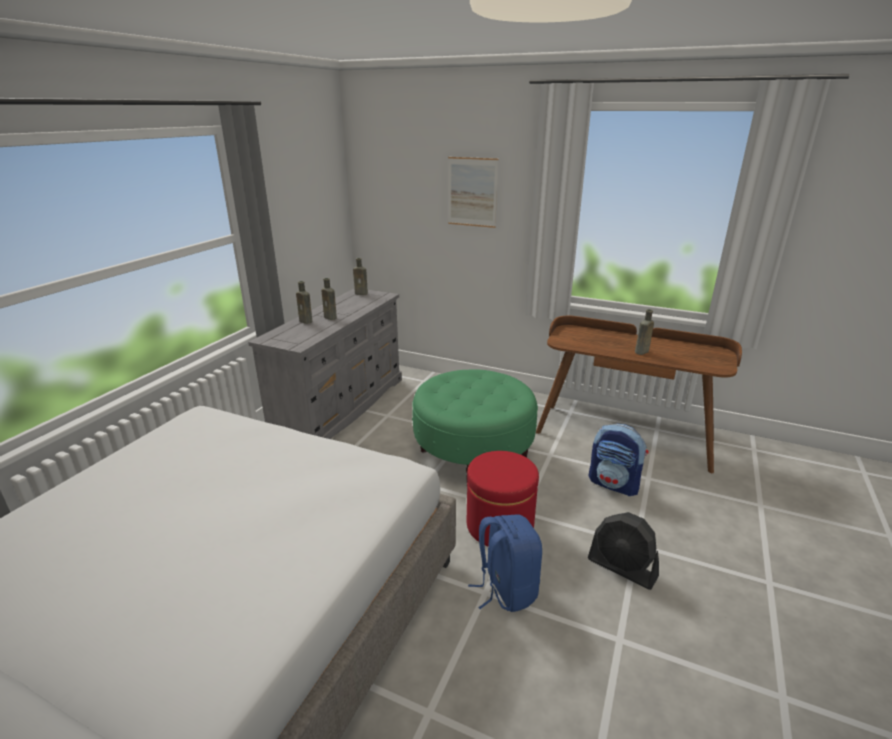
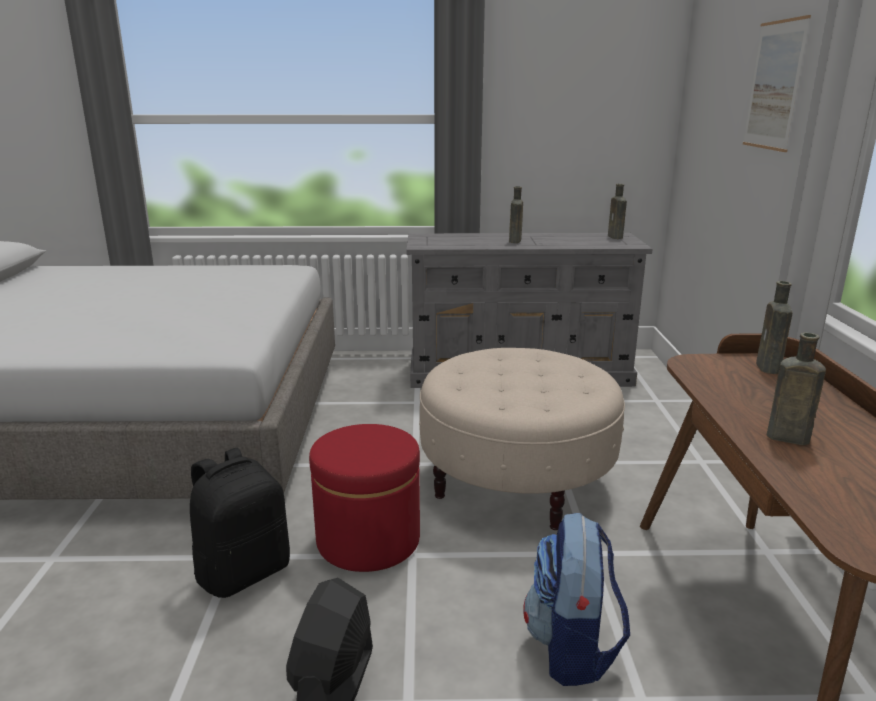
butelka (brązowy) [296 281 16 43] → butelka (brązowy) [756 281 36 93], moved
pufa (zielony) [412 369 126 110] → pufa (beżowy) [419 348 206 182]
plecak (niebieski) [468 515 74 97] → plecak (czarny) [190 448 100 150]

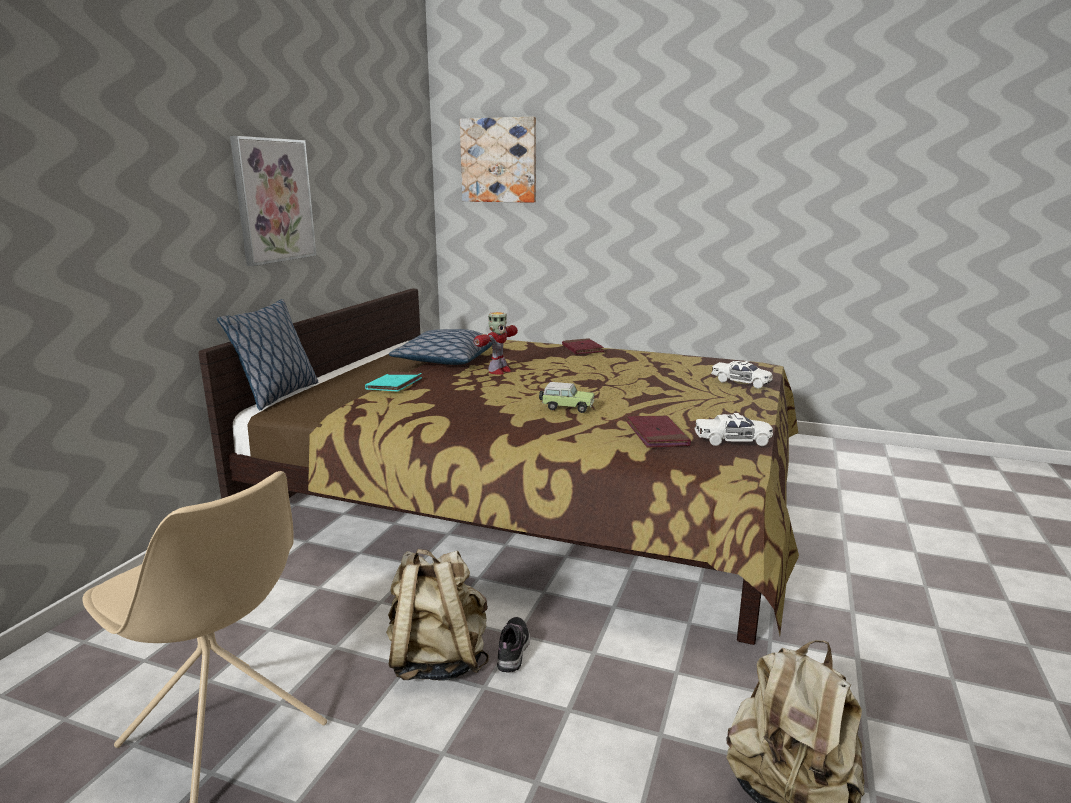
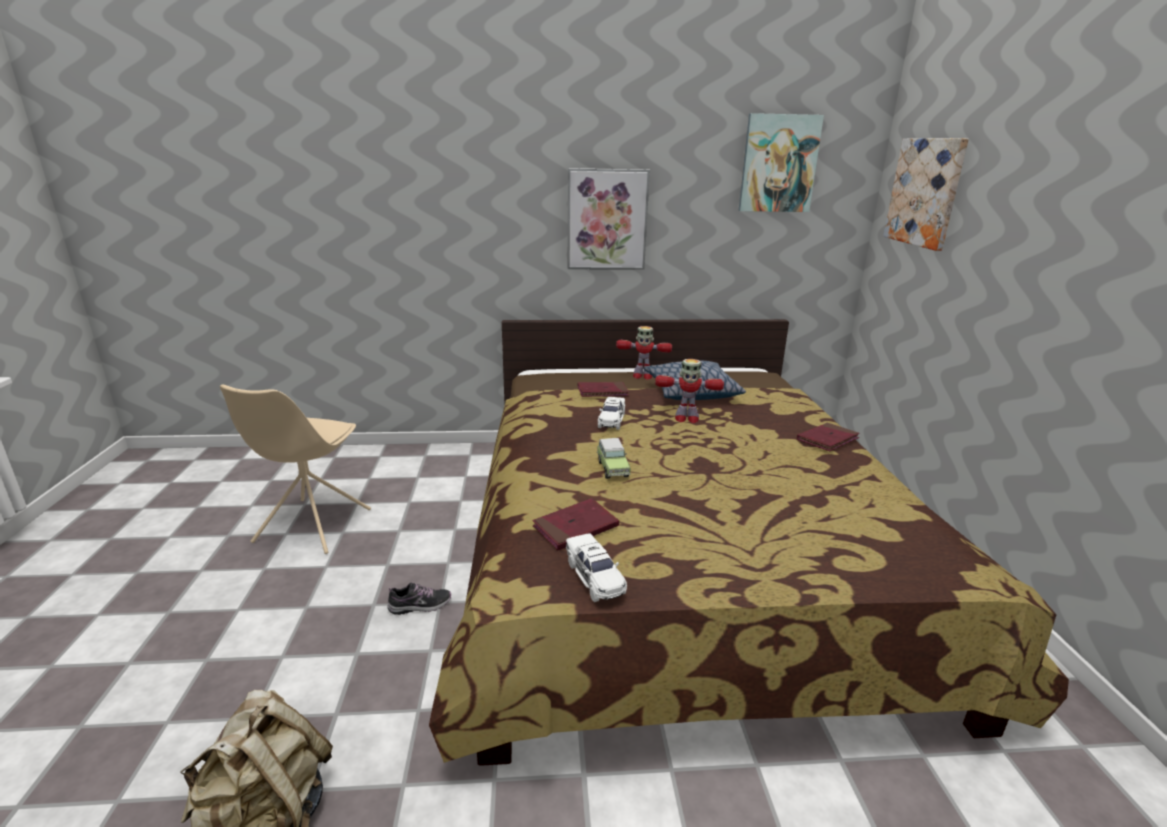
poduszka [217 299 101 111] → -
książka (turkusowy) [365 371 57 21] → książka (czerwony) [578 382 51 15]
plecak (beżowy) [386 549 103 132] → -
samochodzik (biały) [711 361 62 28] → samochodzik (biały) [598 397 27 33], moved
- → robot zabawkowy [616 326 56 53]
- → obraz [739 113 85 99]

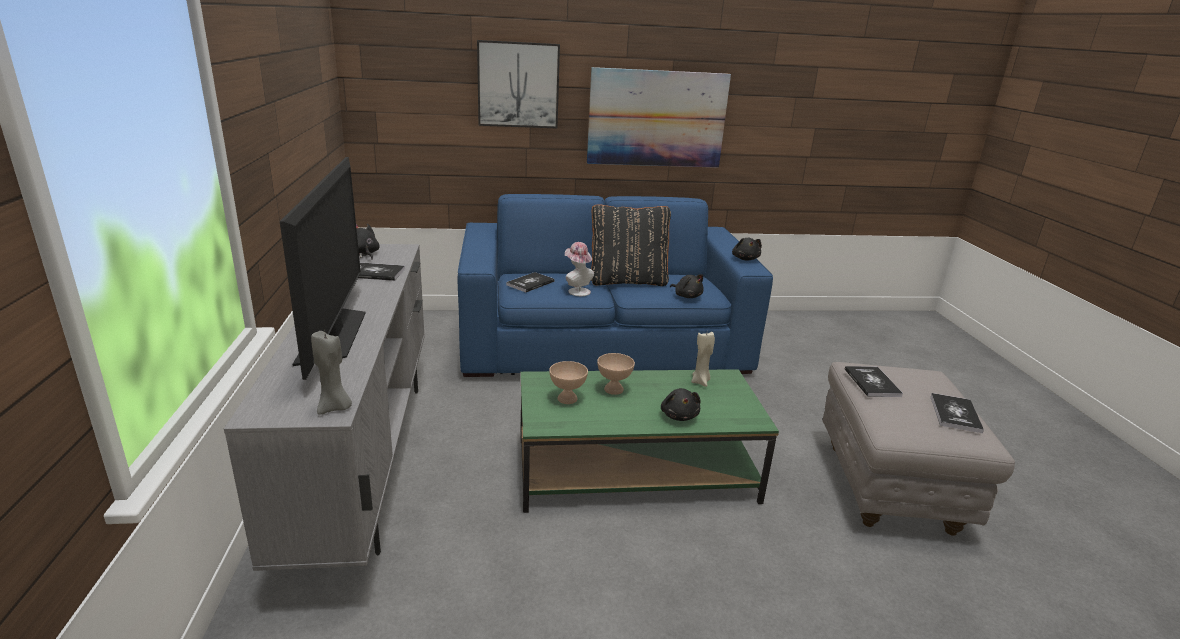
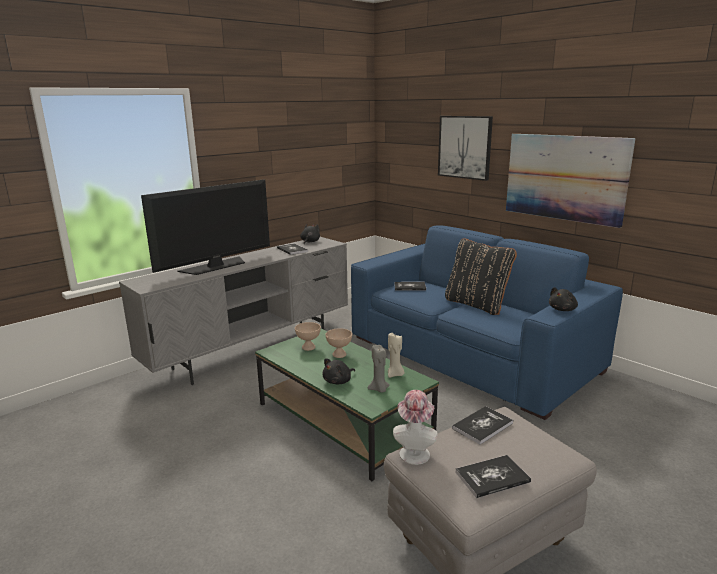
świeca (szary) [311 331 41 84] → świeca (szary) [368 345 22 47], moved
kapelusz [565 242 29 54] → kapelusz [393 390 45 75], moved
pluszak (czarny) [670 274 34 24] → -

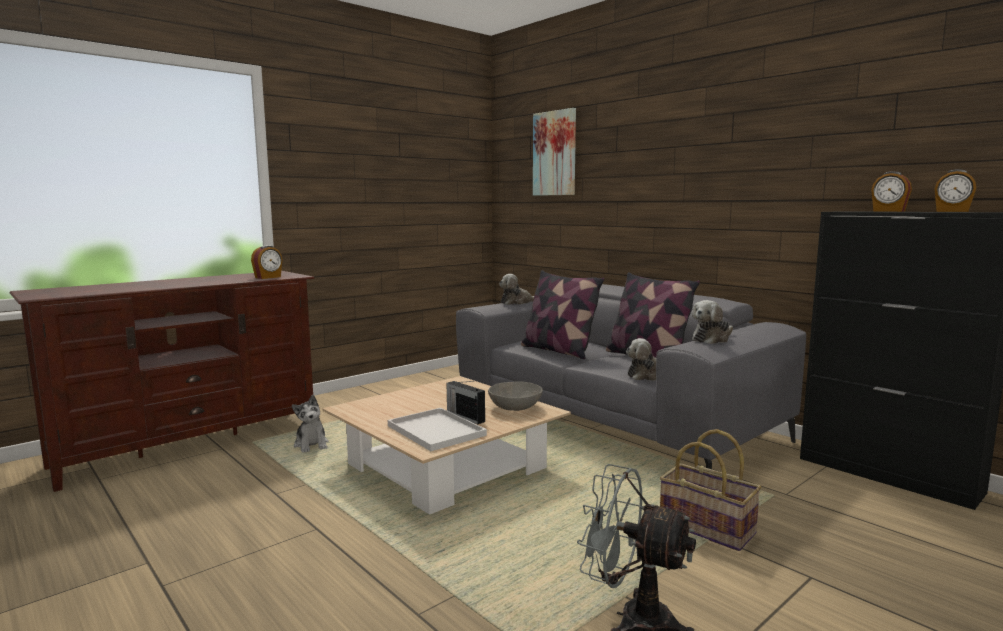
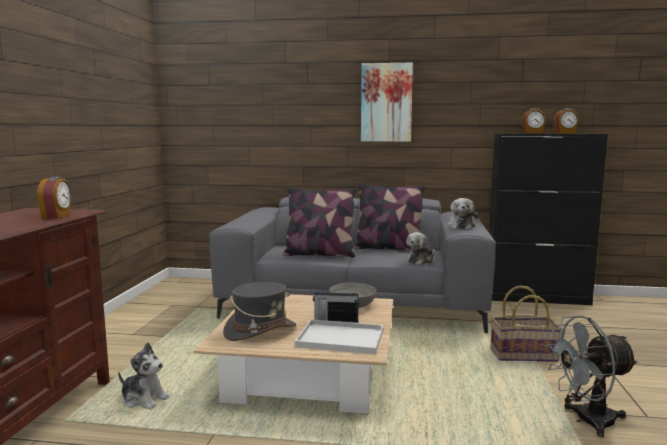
pluszak [499 274 35 31] → -
obraz [533 108 43 88] → obraz [361 63 52 79], moved
- → kapelusz (szary) [223 282 73 59]

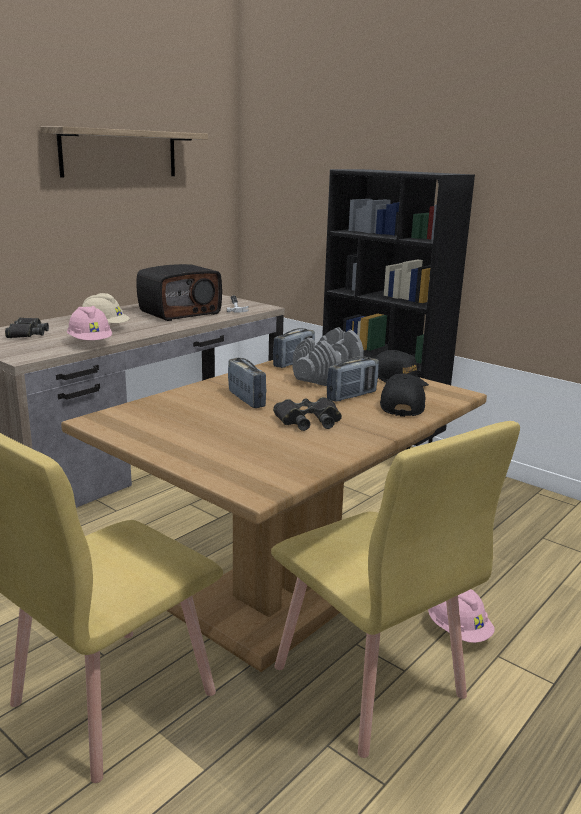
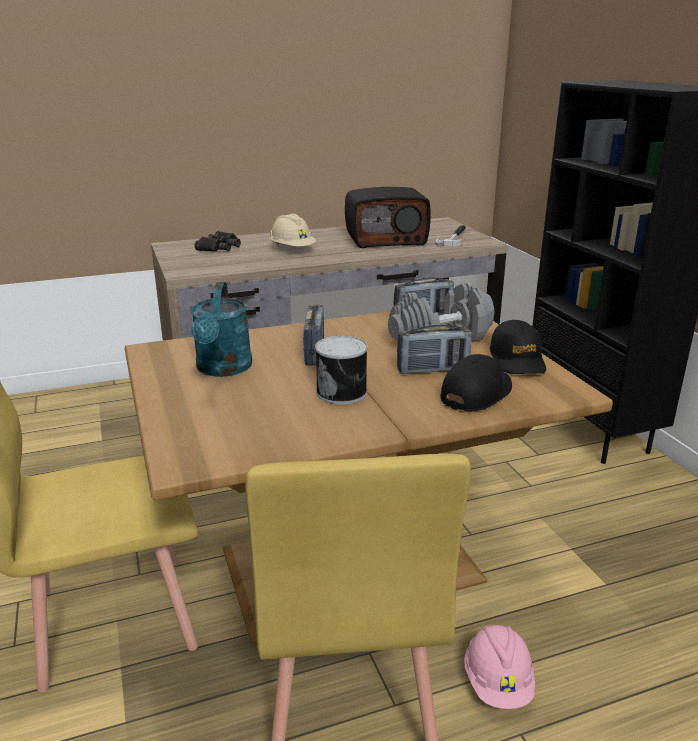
półka [40 127 168 50] → -
kask (różowy) [67 306 45 34] → -
lornetka (czarny) [273 397 69 34] → puszka [315 336 53 68]
- → konewka (turkusowy) [191 282 61 95]

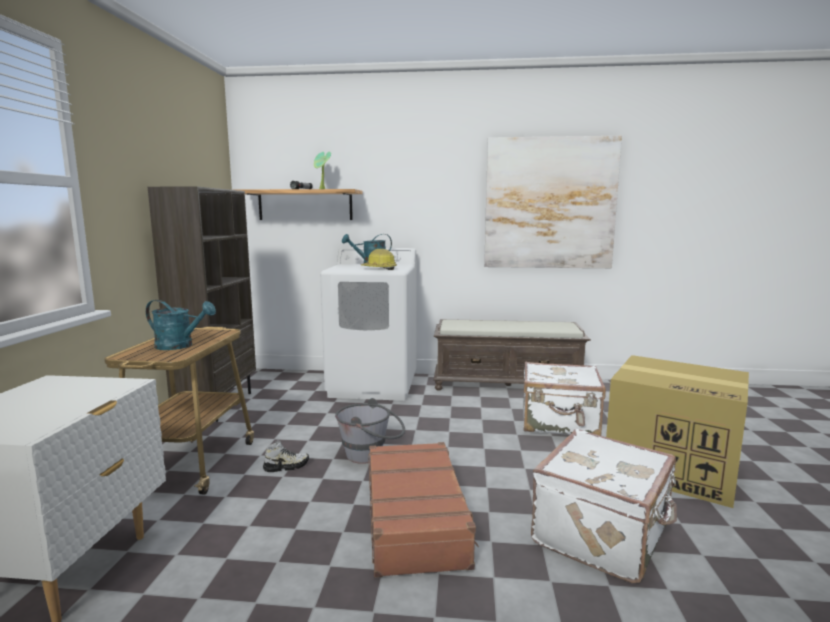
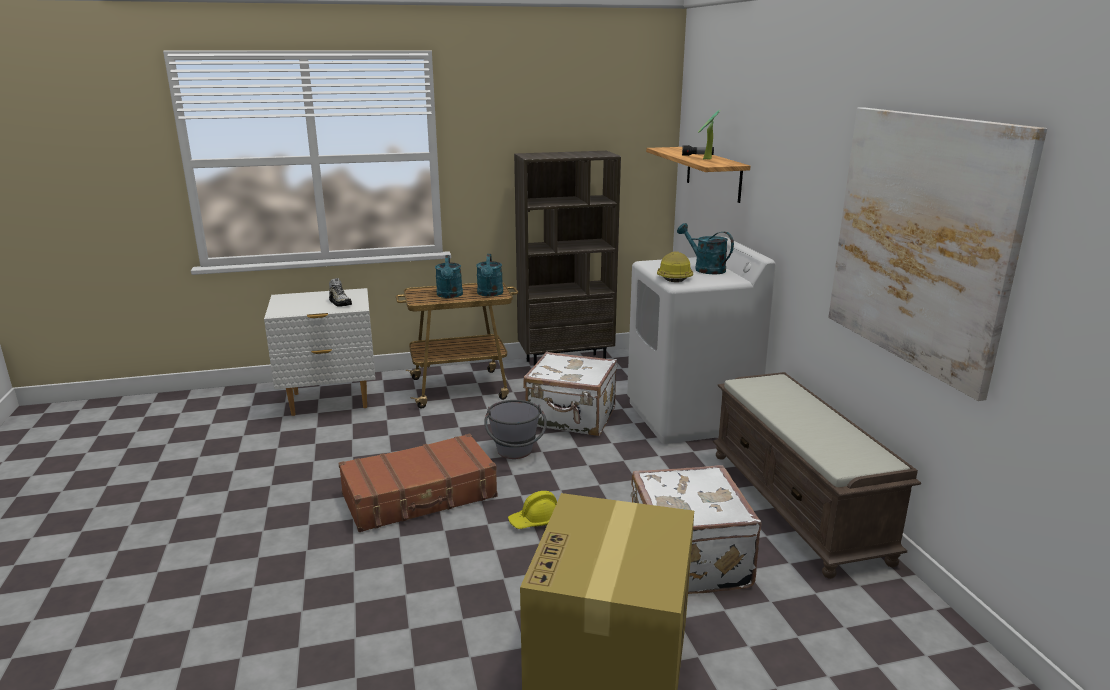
but [263 441 46 31] → but [329 278 23 29], moved
walizka (biały) [531 429 146 154] → walizka (biały) [523 352 94 84], moved
- → konewka (turkusowy) [476 254 27 43]
- → kask (żółty) [508 491 49 38]

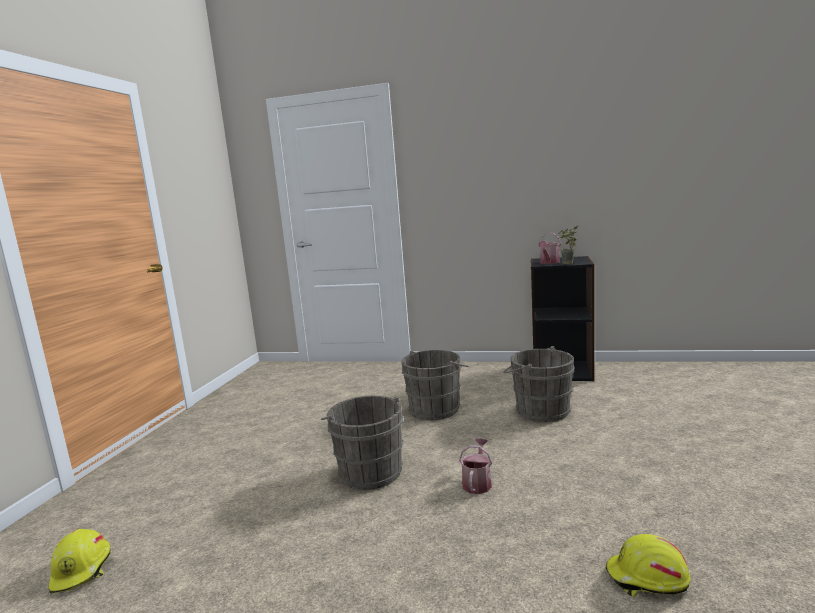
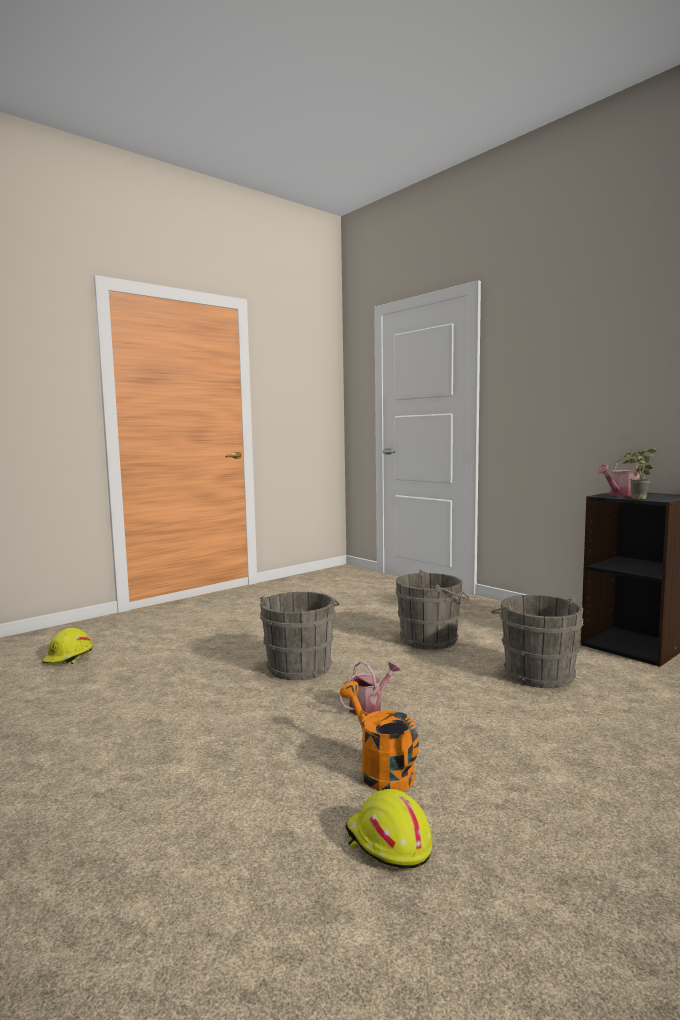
- → konewka (pomarańczowy) [340 681 79 110]

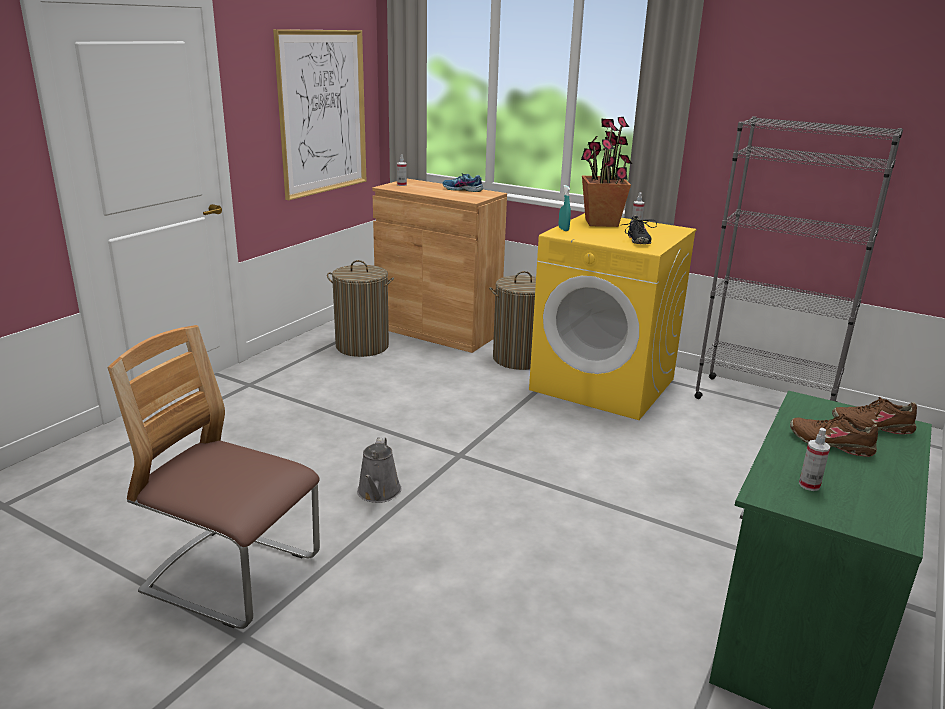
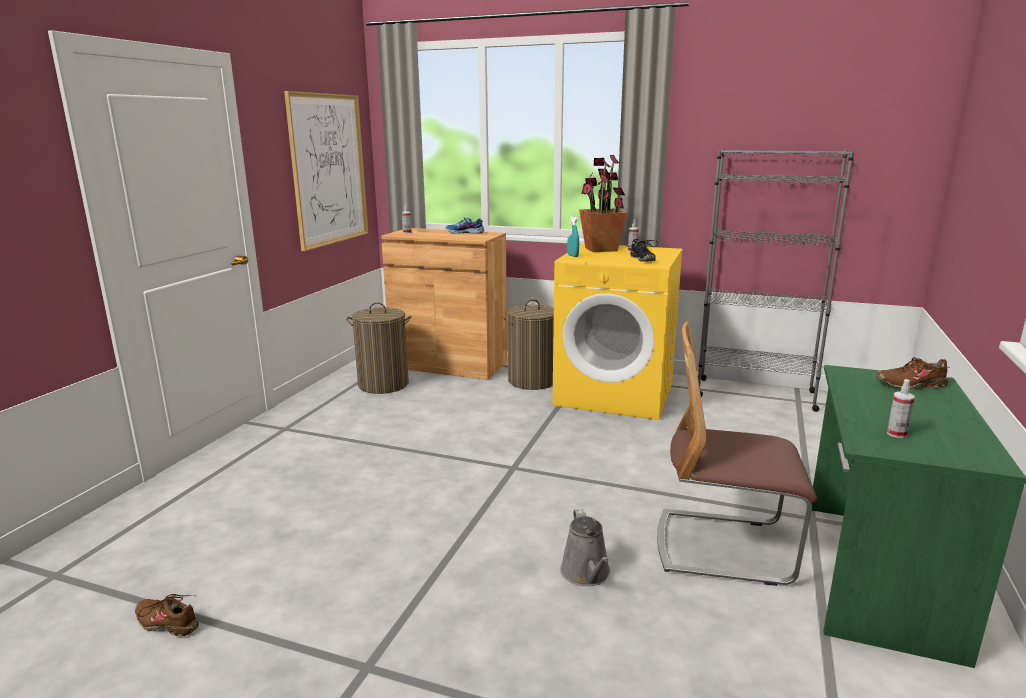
krzesło [108 325 212 304] → krzesło [657 322 160 264], moved
konewka (szary) [357 437 45 66] → konewka (szary) [560 508 50 78], moved
but (brązowy) [790 413 88 44] → but (brązowy) [135 594 64 42], moved

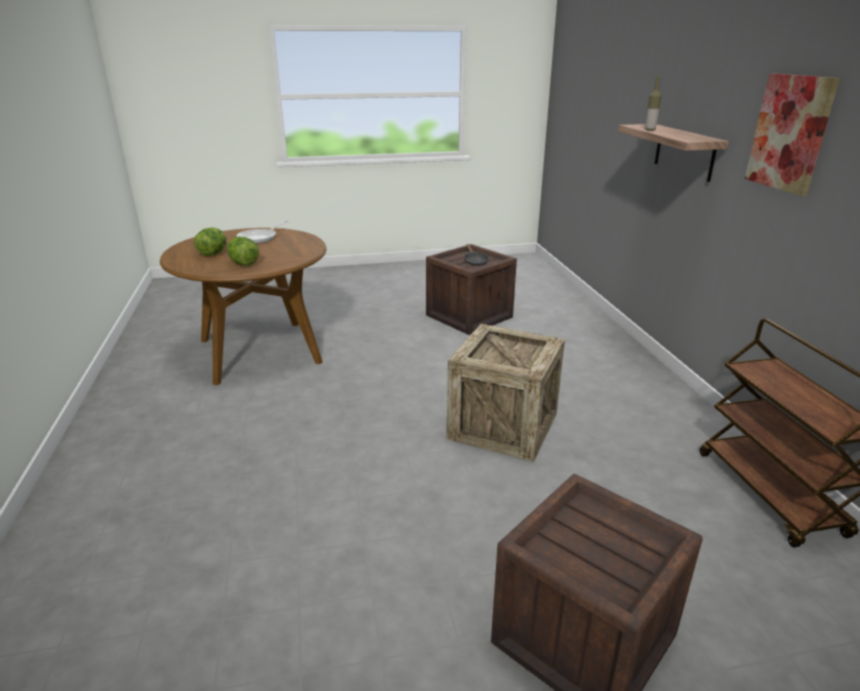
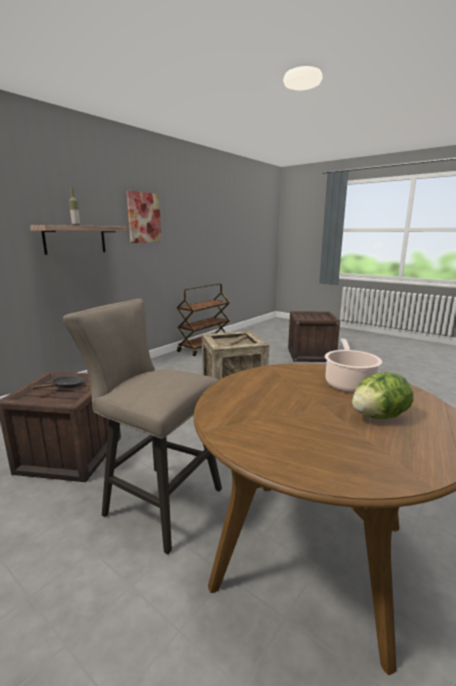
sałata [227 237 32 29] → garnek [325 339 57 54]
patelnia [237 220 52 23] → -
- → stołek (beżowy) [63 299 159 255]

